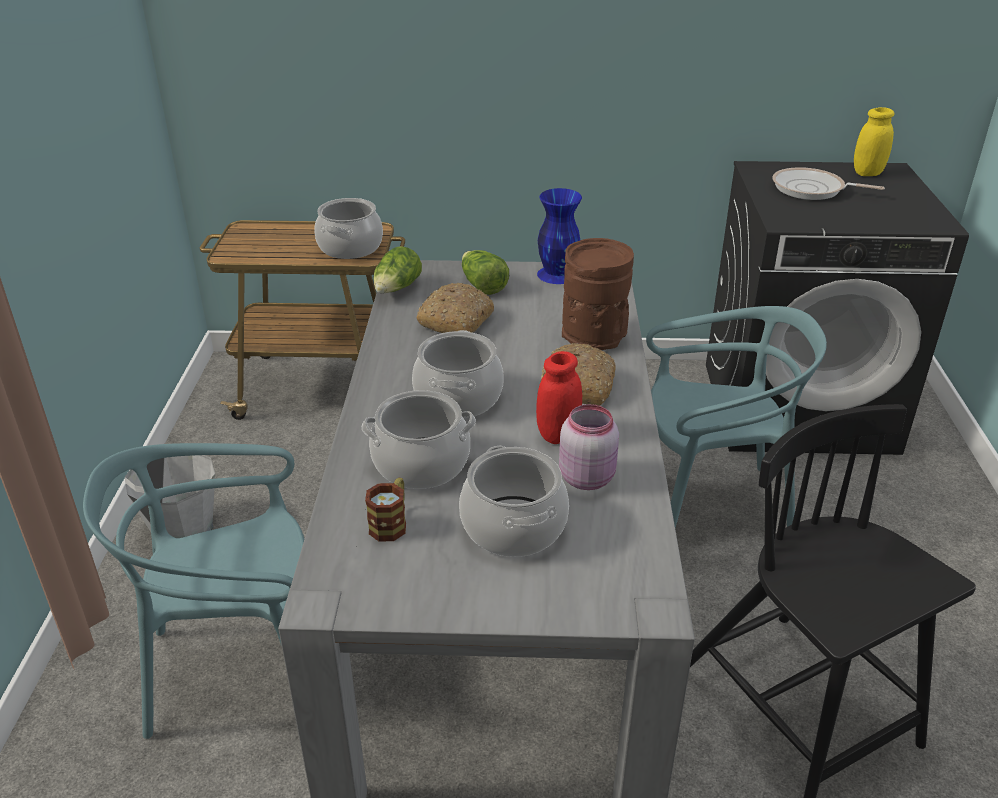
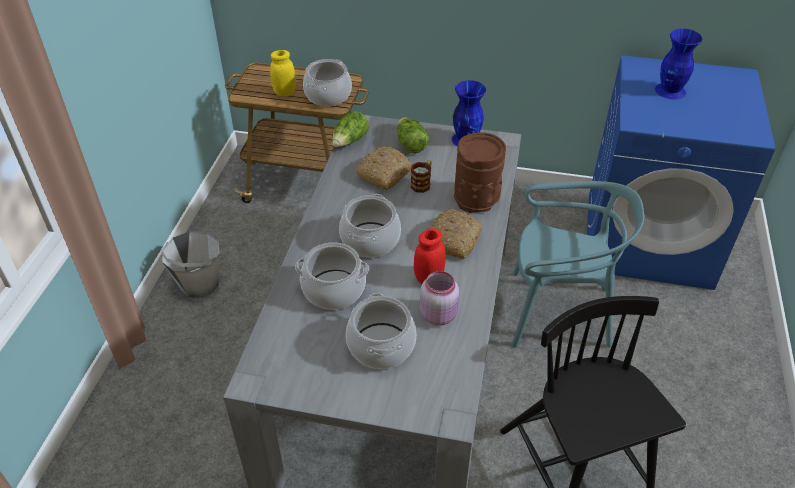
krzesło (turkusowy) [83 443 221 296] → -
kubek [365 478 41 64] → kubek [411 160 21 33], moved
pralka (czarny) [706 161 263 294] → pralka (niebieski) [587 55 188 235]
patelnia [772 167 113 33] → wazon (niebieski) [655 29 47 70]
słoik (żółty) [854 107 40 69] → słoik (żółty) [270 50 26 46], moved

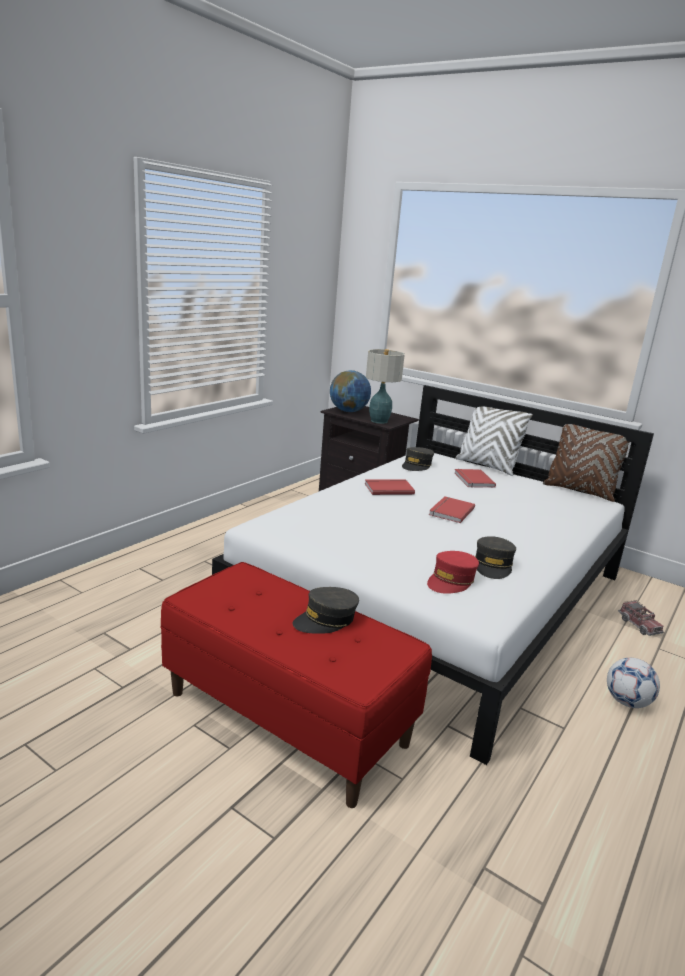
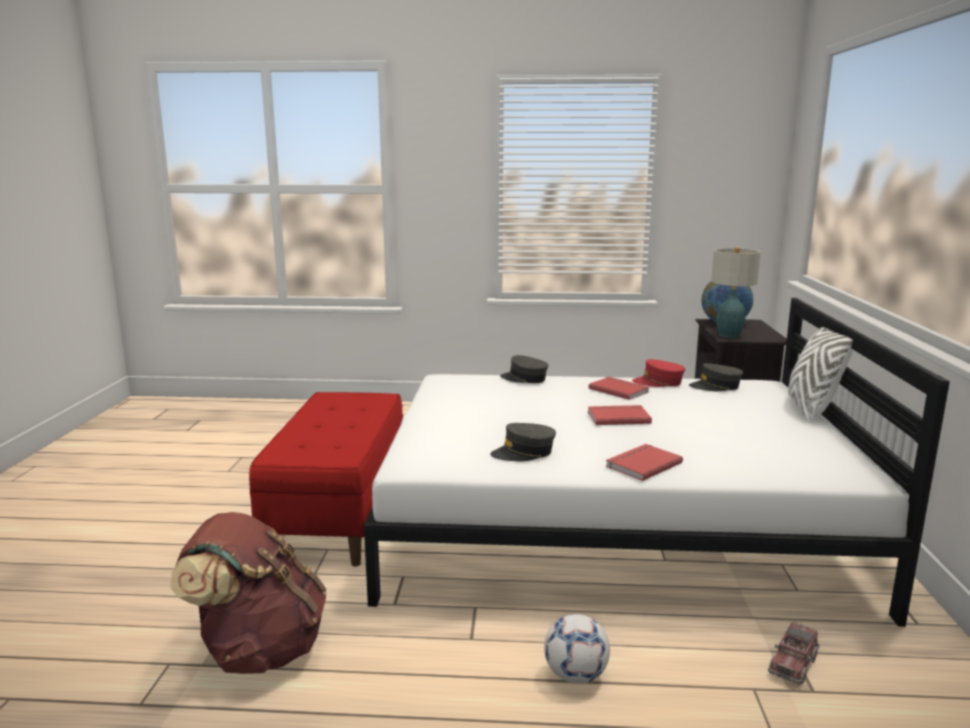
czapka z daszkiem (szary) [293 587 66 47] → czapka z daszkiem (szary) [500 355 49 28], moved
czapka z daszkiem (czerwony) [427 551 52 43] → czapka z daszkiem (czerwony) [632 359 53 28], moved
książka (czerwony) [455 469 41 19] → książka (czerwony) [606 444 77 37], moved
poduszka (brązowy) [543 424 86 78] → -
- → plecak (brązowy) [170 512 157 162]

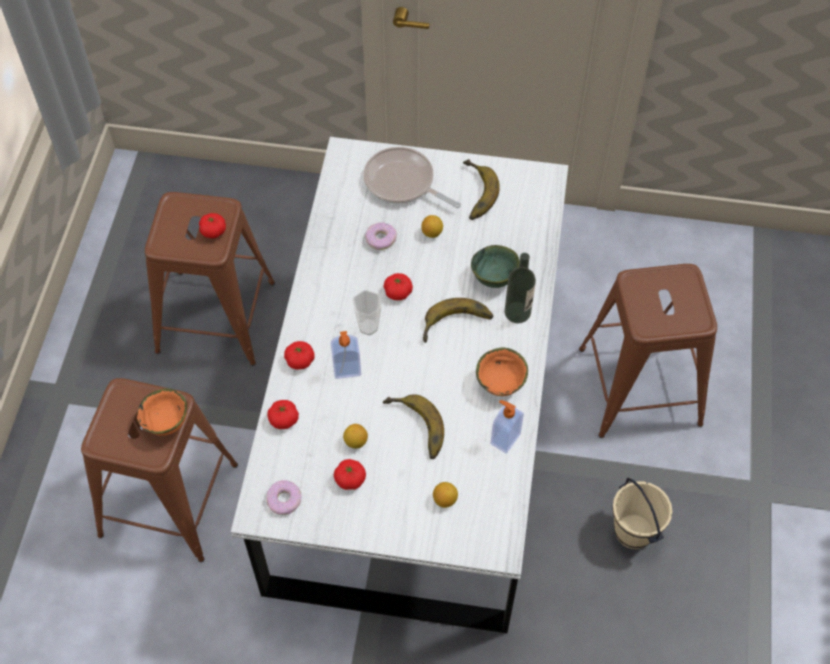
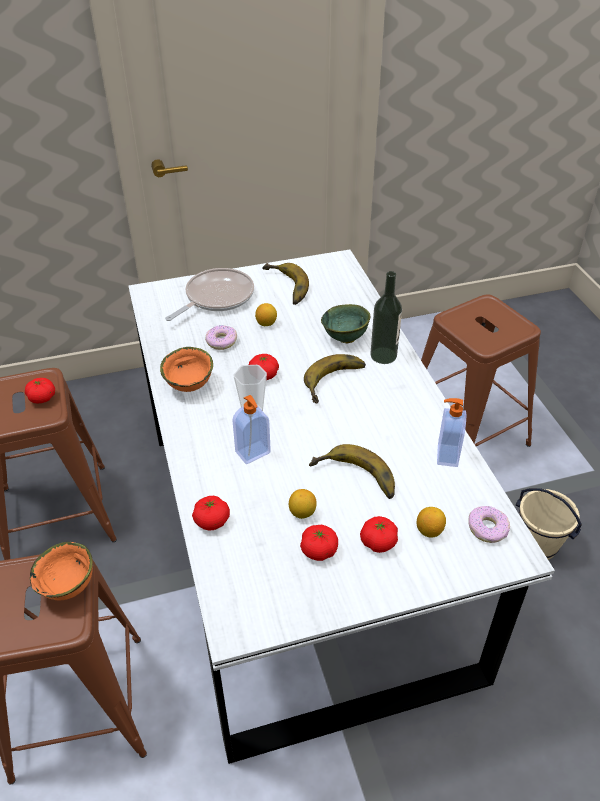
donut [266 480 35 35] → donut [468 506 42 37], moved
pomidor [284 341 31 29] → pomidor [360 516 38 37], moved
patelnia [364 147 97 61] → patelnia [165 268 89 53], 120 degrees clockwise
miska (pomarańczowy) [476 347 52 49] → miska (pomarańczowy) [160 347 53 45], moved

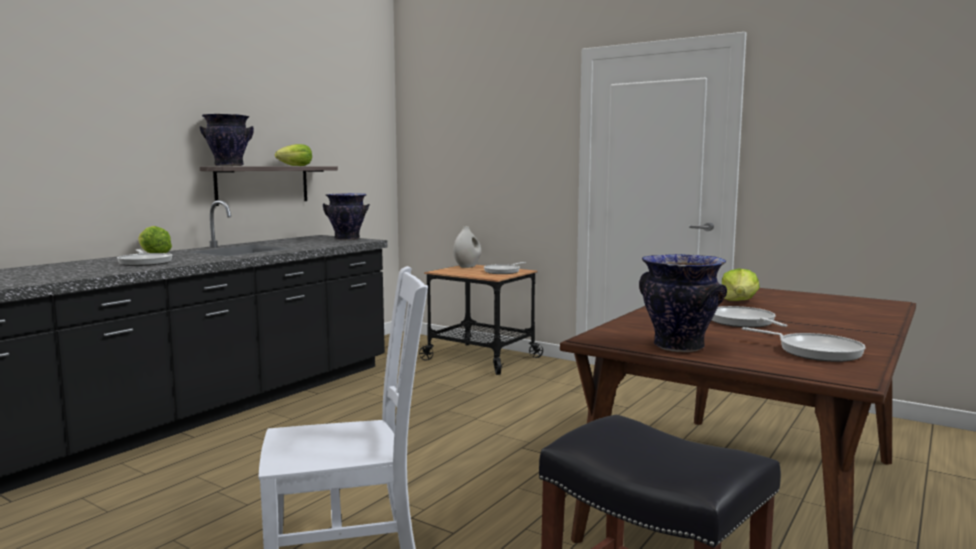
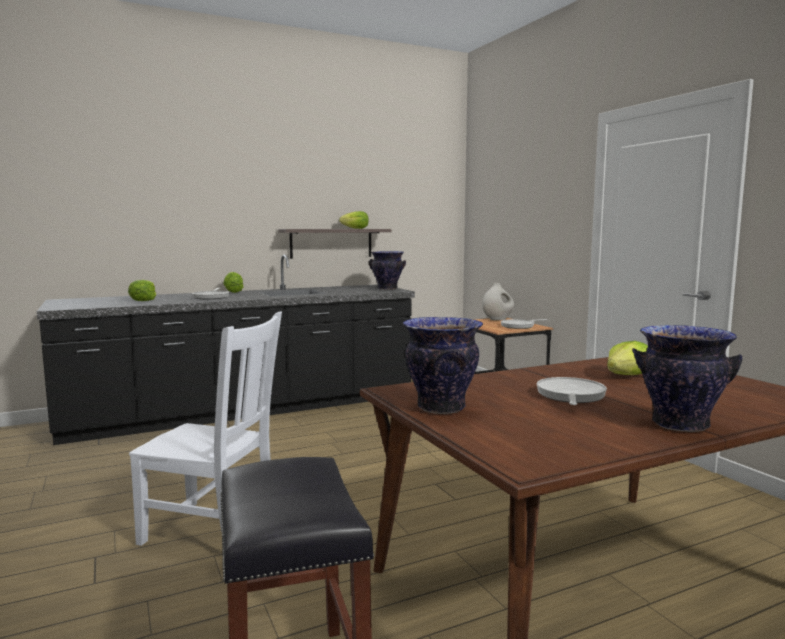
wazon [199 114 55 52] → wazon [632 325 110 107], moved
patelnia [742 327 124 35] → -
- → sałata [128 280 28 21]

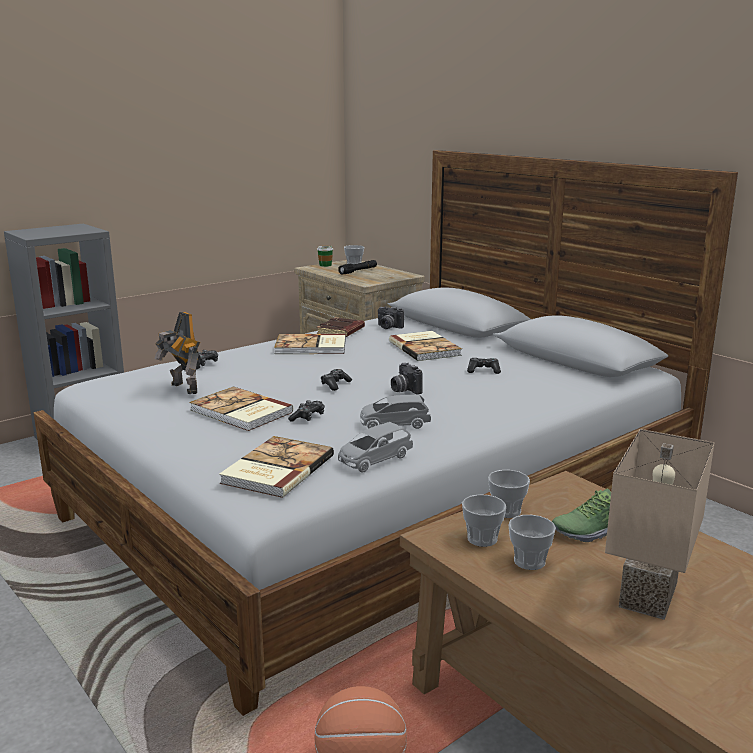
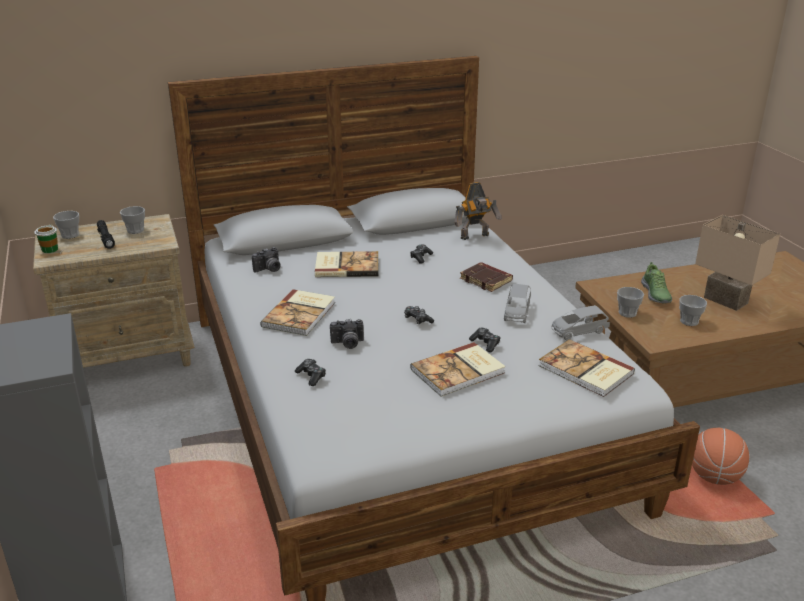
robot zabawkowy [155 312 46 82] → robot zabawkowy [455 182 47 58], moved
książka (brązowy) [317 317 48 20] → książka (brązowy) [460 262 53 30], moved
samochodzik (szary) [338 422 75 50] → samochodzik (szary) [552 305 58 35], 90 degrees clockwise
aparat fotograficzny [391 362 32 33] → aparat fotograficzny [330 319 34 30], moved
filiżanka [462 495 44 52] → filiżanka [120 206 25 28], moved

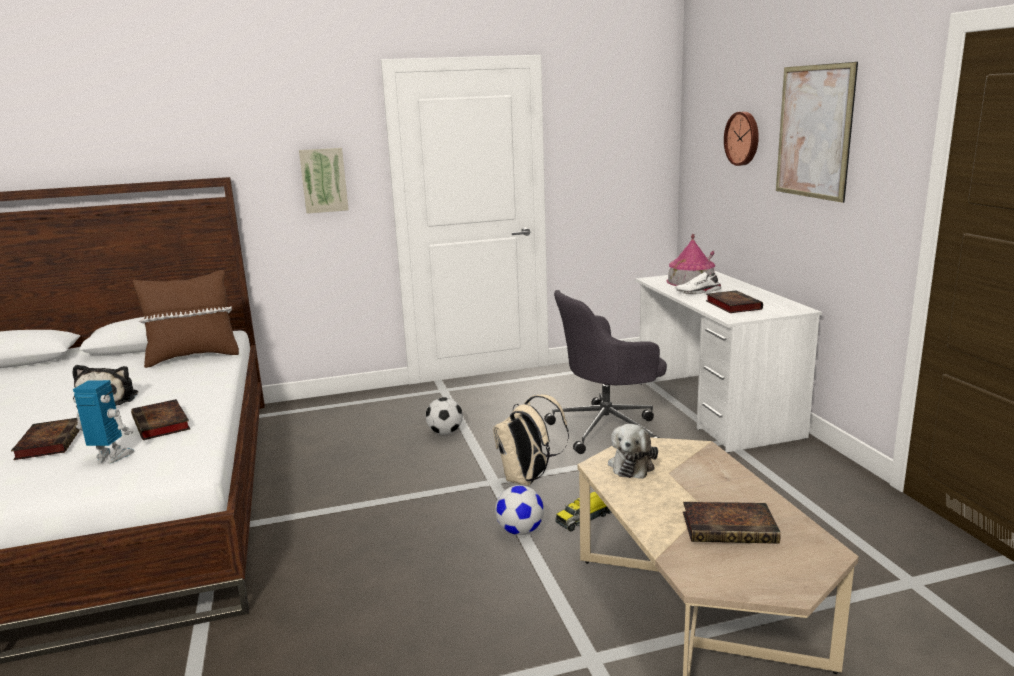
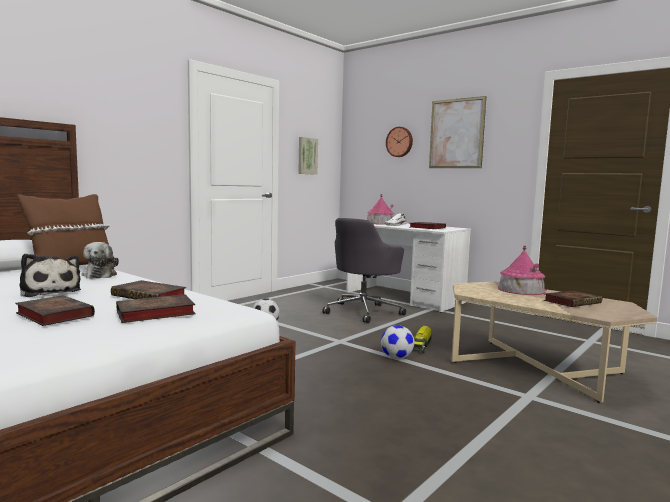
robot zabawkowy [73 380 61 84] → książka [116 294 80 29]
obraz [299 148 50 66] → obraz [298 137 20 38], moved
plecak (beżowy) [493 394 76 92] → -
pluszak [608 424 50 55] → pluszak [82 242 37 37], moved
- → domek [498 246 49 49]

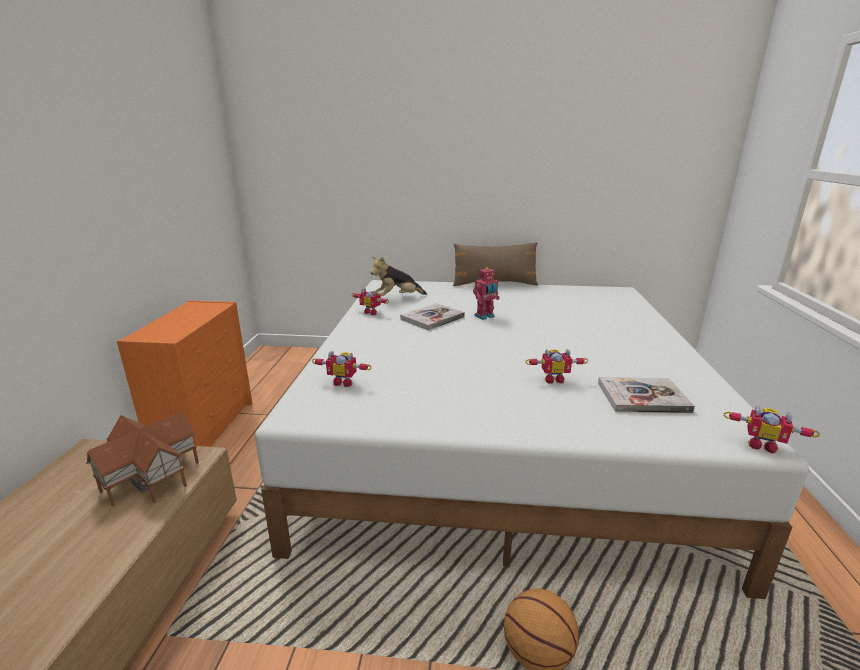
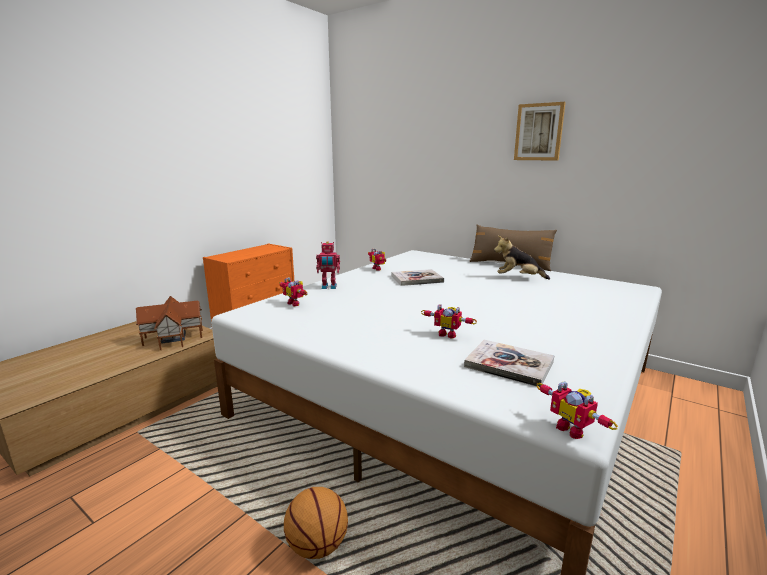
pluszak [370 257 57 40] → pluszak [494 236 56 44], moved
robot zabawkowy [473 267 27 53] → robot zabawkowy [316 241 24 48], moved
- → obraz [514 102 52 59]

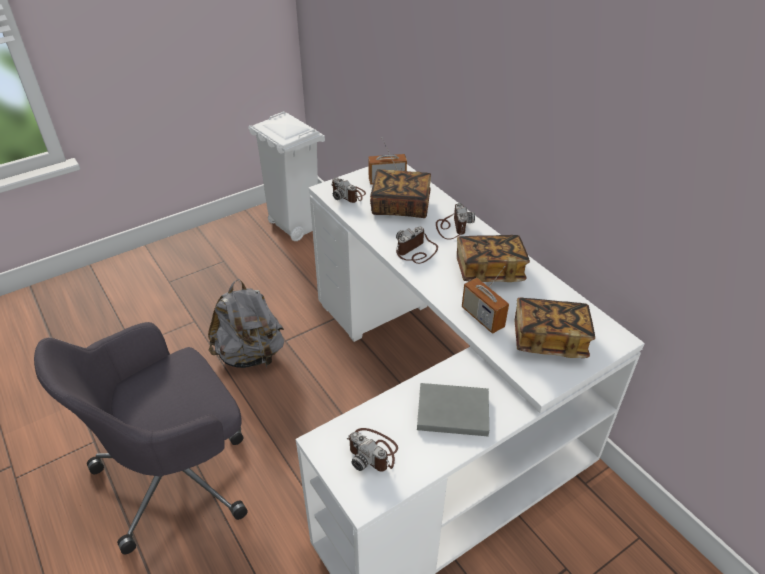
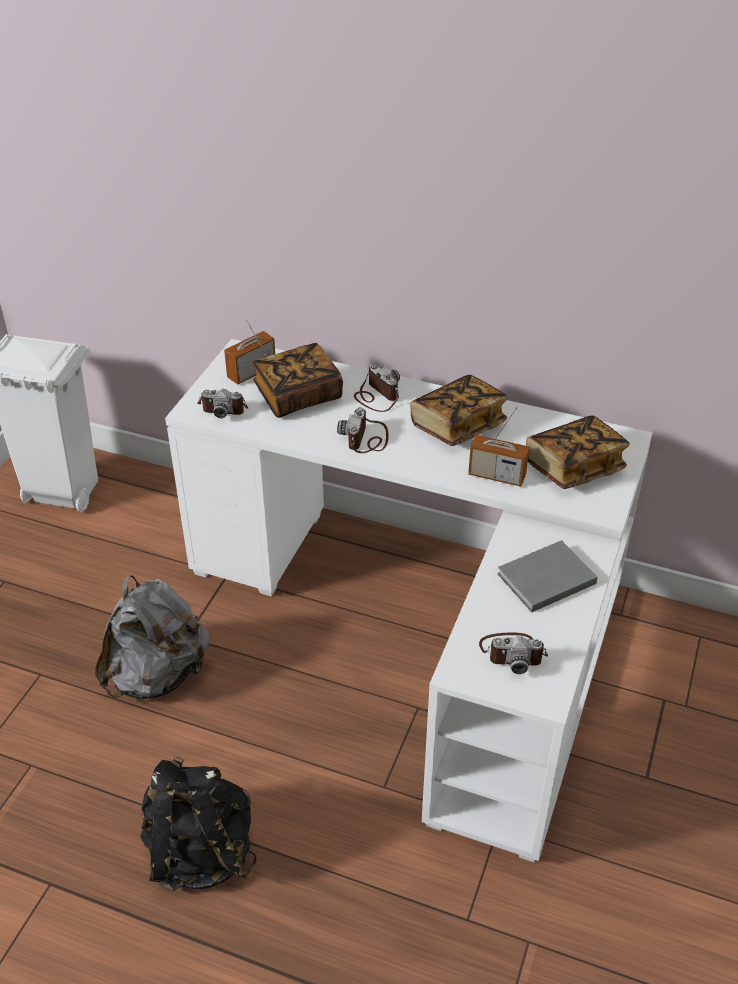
krzesło biurowe (szary) [34 322 214 232] → plecak (czarny) [140 756 117 135]

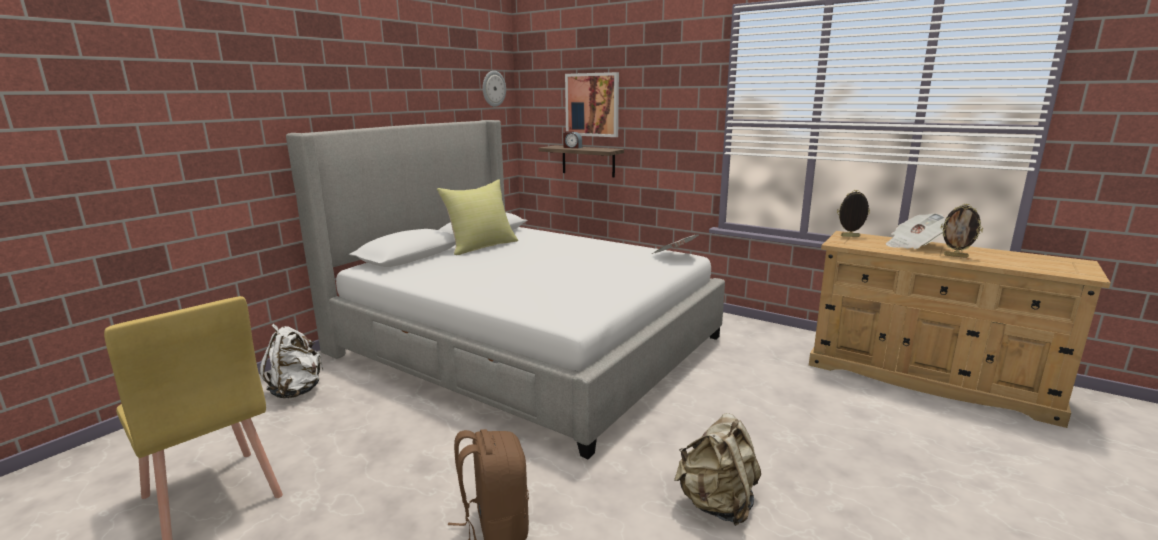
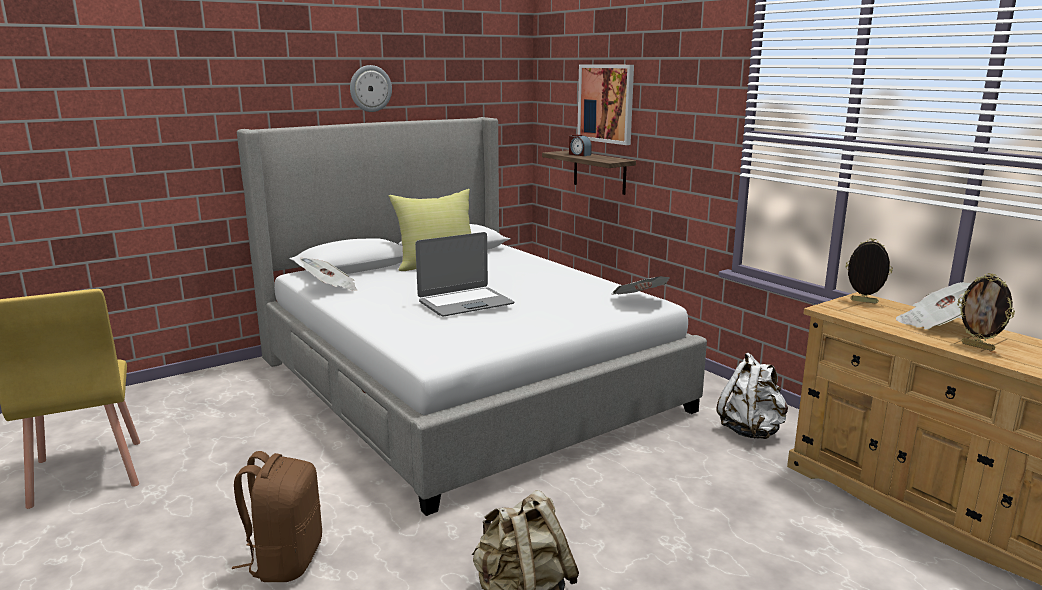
plecak (biały) [260 324 63 74] → plecak (biały) [717 353 71 86], moved
zegar ścienny [483 71 23 36] → zegar ścienny [350 65 42 47], moved
- → gazeta [300 258 57 33]
- → laptop [415 232 100 84]

